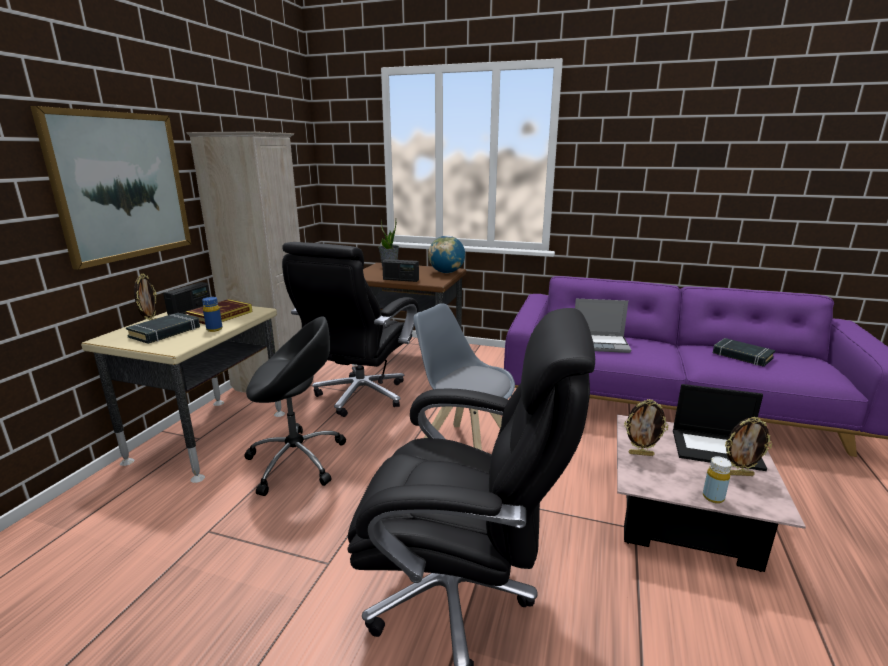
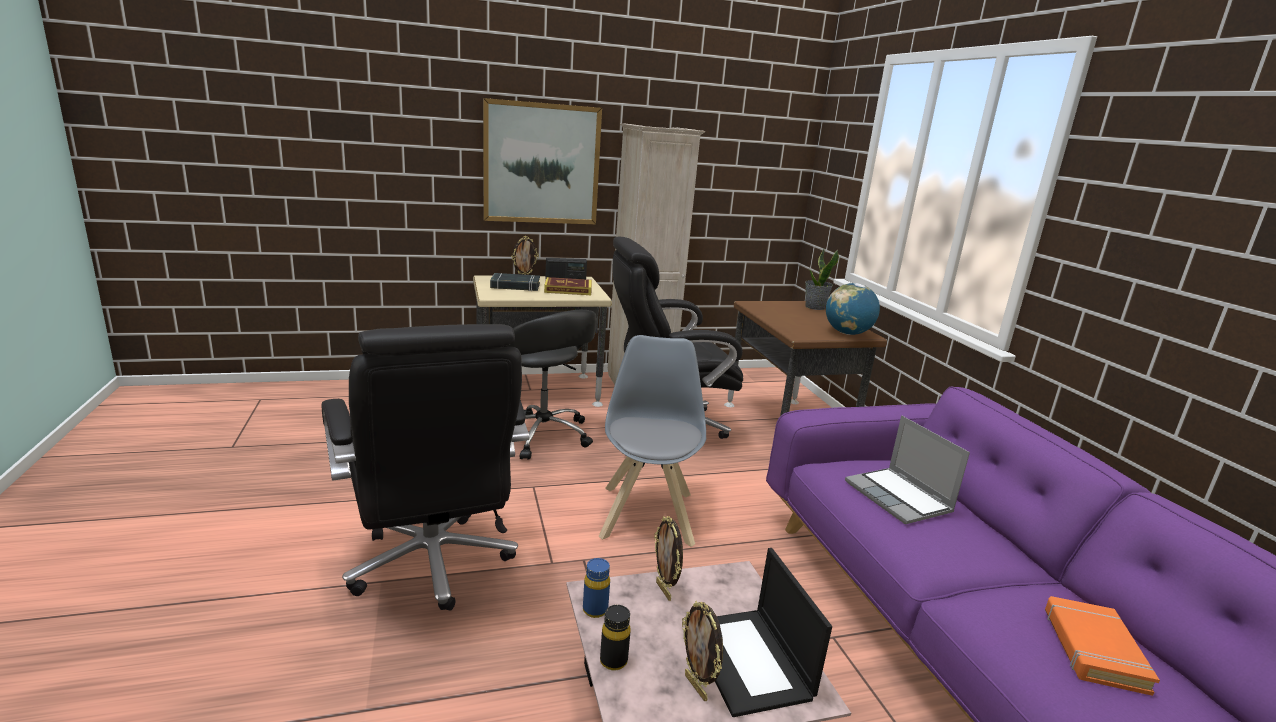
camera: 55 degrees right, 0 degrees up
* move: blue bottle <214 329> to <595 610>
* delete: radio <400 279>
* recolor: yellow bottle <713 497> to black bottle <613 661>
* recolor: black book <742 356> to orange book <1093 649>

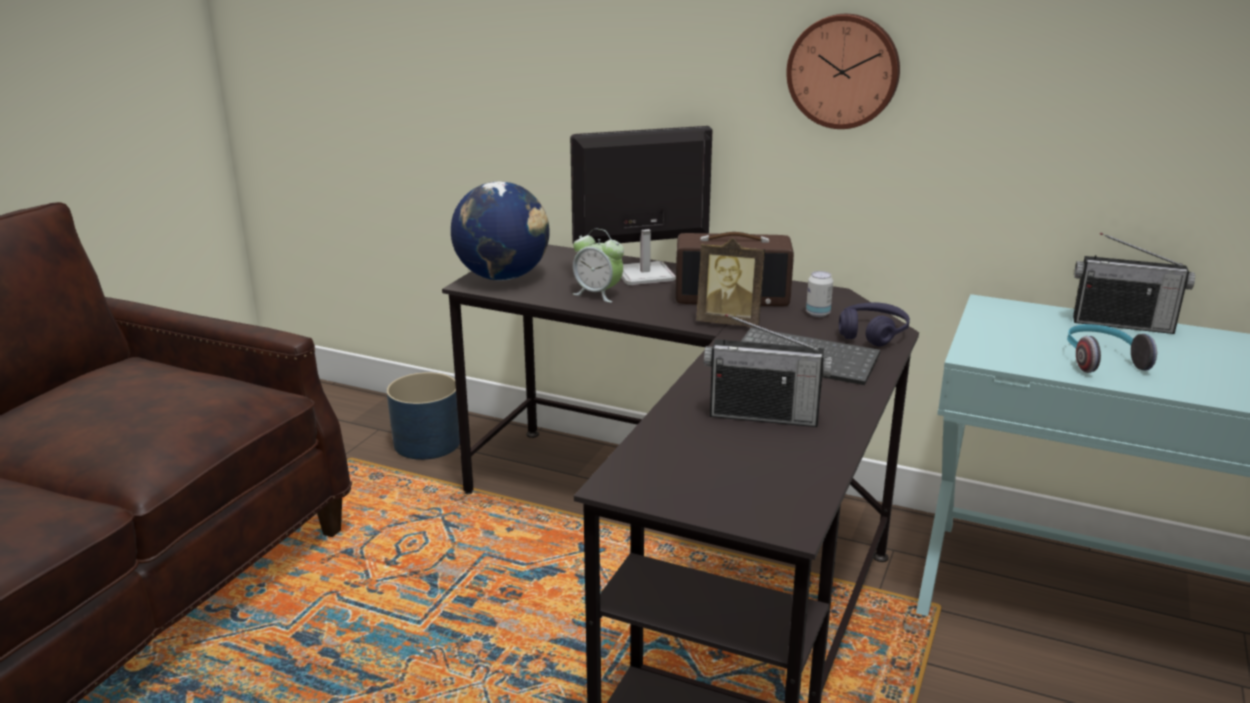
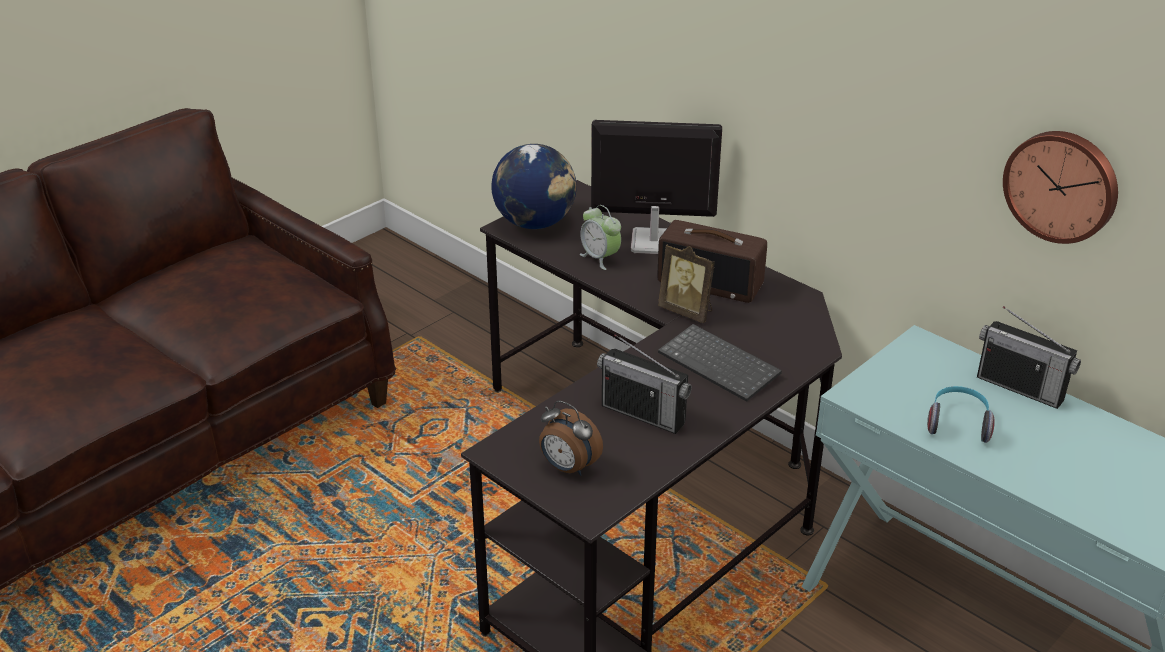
camera: 20 degrees right, 10 degrees up
* delete: blue planter <427 443>
* move: wall clock <843 71> to <1062 185>
* delete: can <818 313>
* delete: purple headphones <872 333>
* insert: alarm clock <568 468>

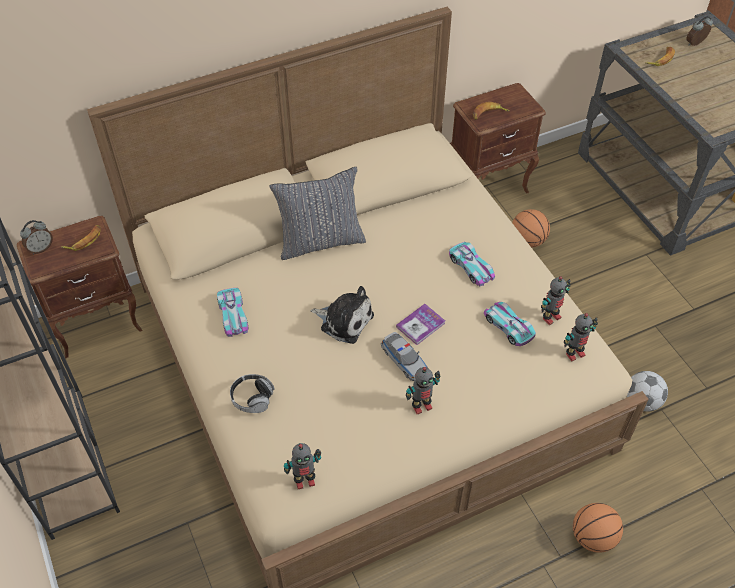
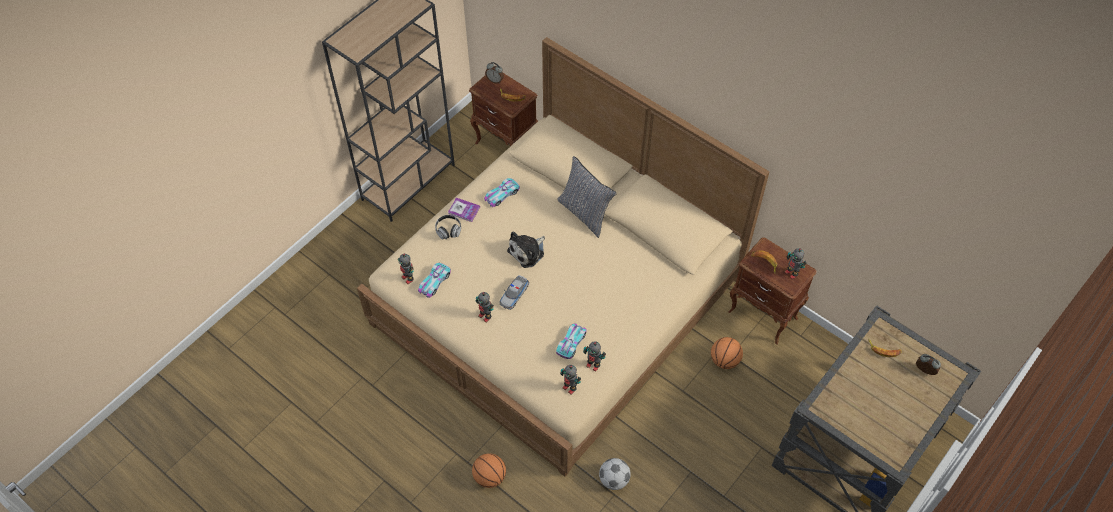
camera: 65 degrees right, 5 degrees up
* rotate: plush toy <344 320> = <528 252> 45 degrees clockwise
* move: book <420 325> to <464 210>
* move: toy car <471 267> to <434 282>
* insert: toy robot <791 273>

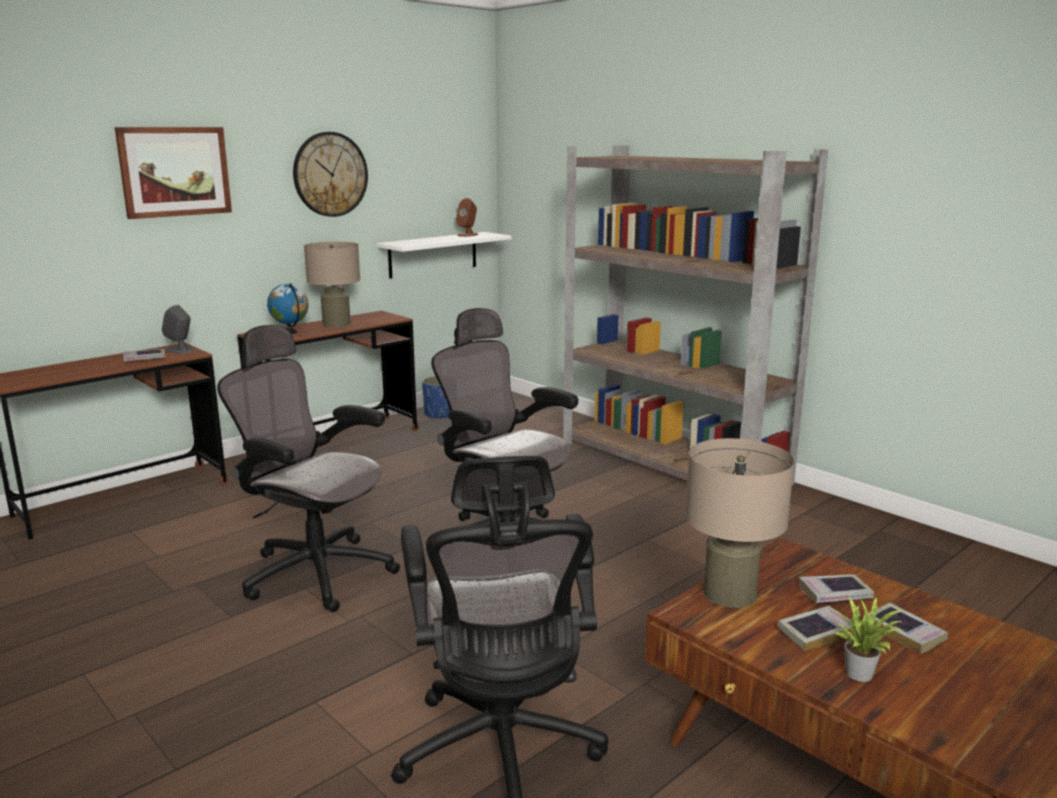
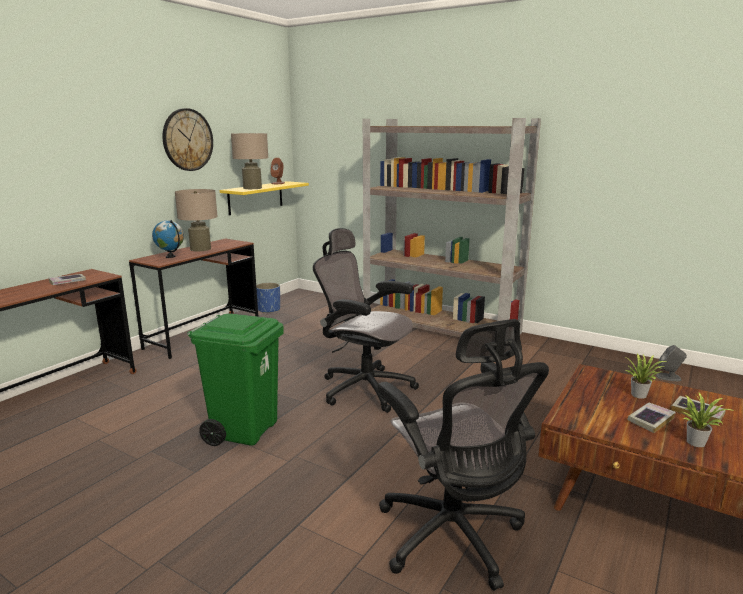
camera: 15 degrees left, 0 degrees up
* delete: picture <175 171>
* move: grey speaker <180 350> to <669 377>
* replace: office chair <317 574> to green trash can <244 430>
* recolor: white shelf <433 254> to yellow shelf <255 197>
* move: beige table lamp <729 594> to <252 188>
* replace: book <835 594> to potted plant <640 394>

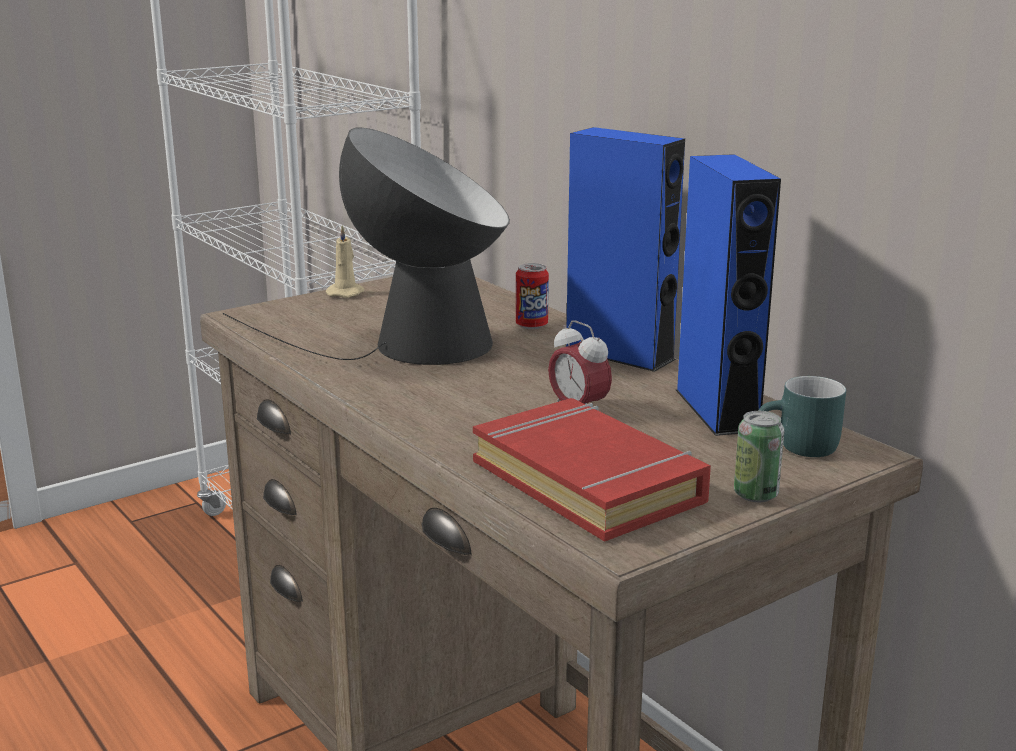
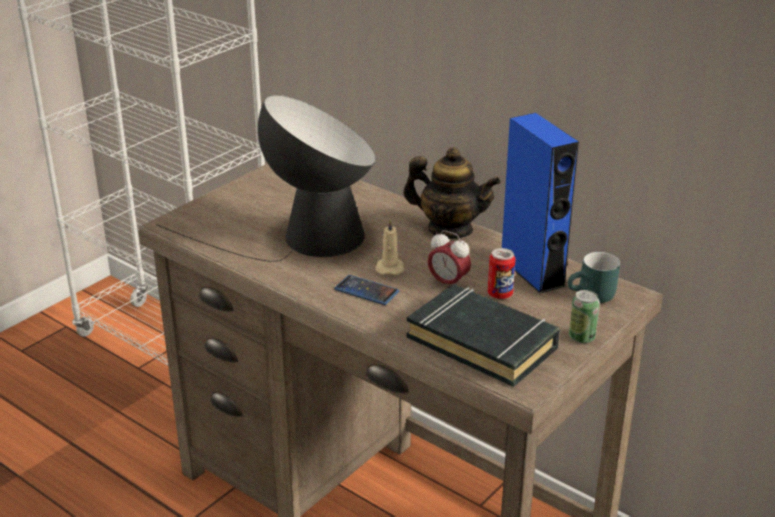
camera: 15 degrees left, 10 degrees up
* move: beige candle <346 293> to <390 267>
* recolor: red book <588 481> to black book <482 342>
* move: can <531 325> to <500 294>
* replace: blue speaker <619 354> to teapot <450 229>
* insert: phone <366 291>

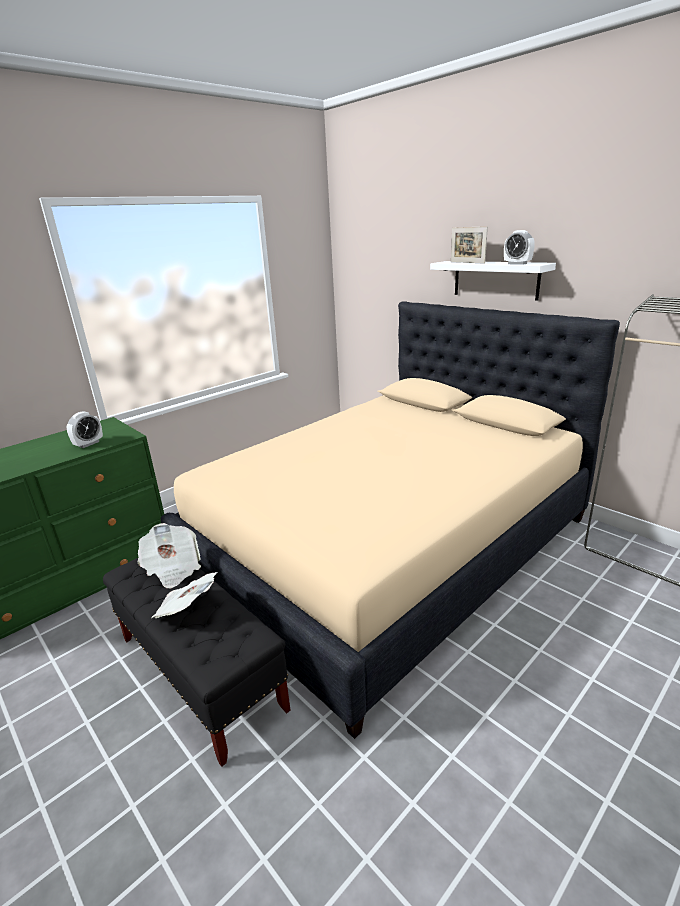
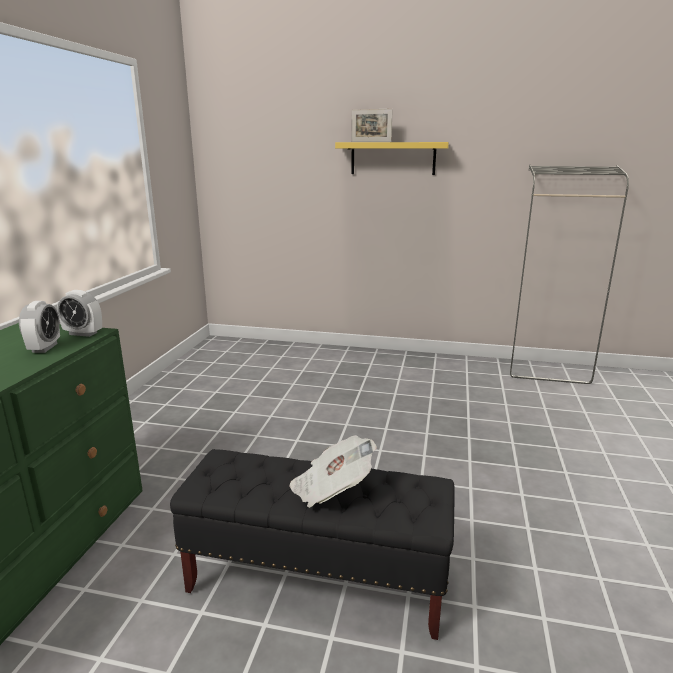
camera: 35 degrees left, 5 degrees down
* delete: newspaper <172 568>
* delete: beige bed <390 546>
* recolor: white shelf <495 279> to yellow shelf <393 158>
* move: alarm clock <517 264> to <83 333>

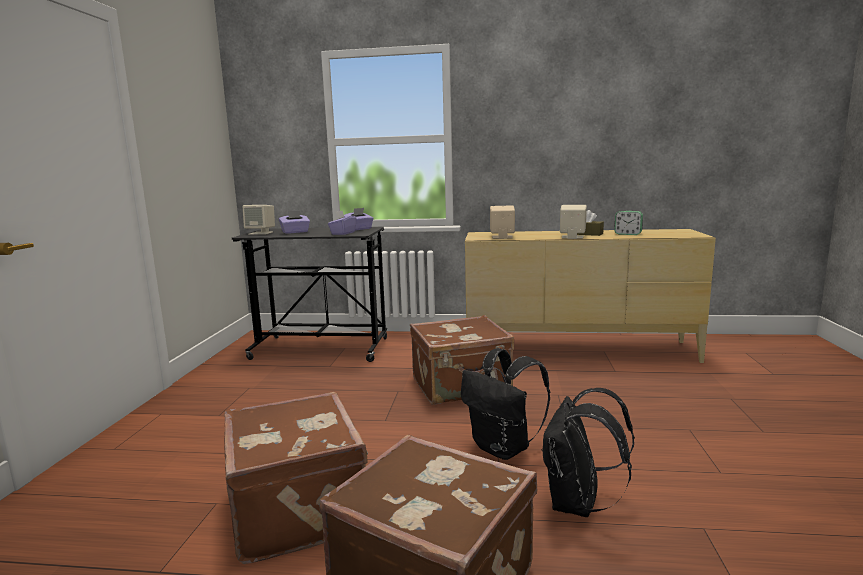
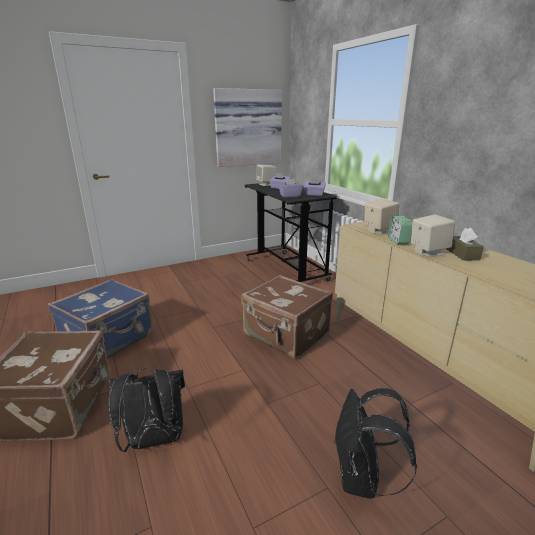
camera: 55 degrees right, 10 degrees up
* recolor: brown suitcase <300 508> to blue suitcase <109 340>
* move: black backpack <503 448> to <361 479>
* move: alarm clock <628 234> to <398 241>
* insert: picture <247 128>

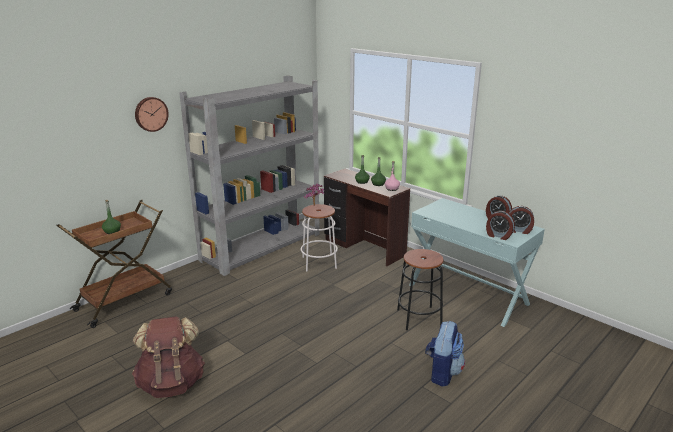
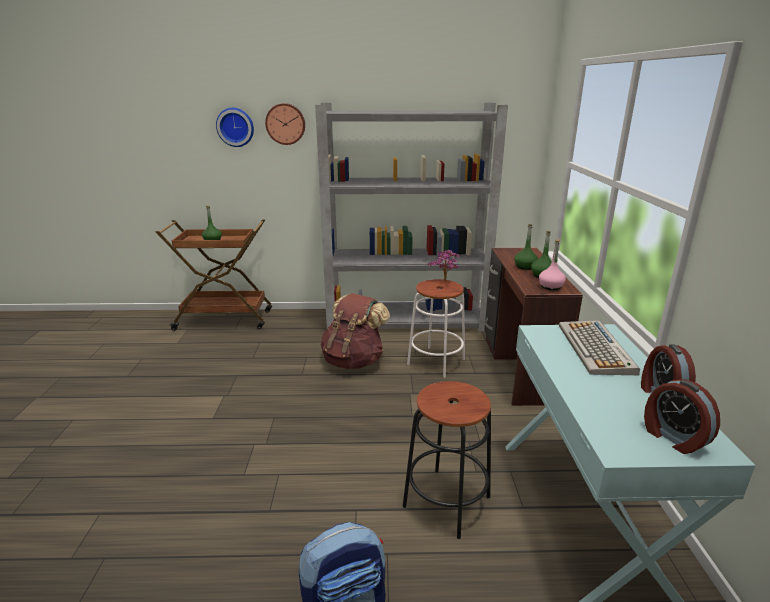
camera: 45 degrees right, 0 degrees up
* move: brown backpack <172 383> to <354 361>
* delete: alarm clock <498 236>
* insert: wall clock <235 127>
* insert: keyboard <596 349>

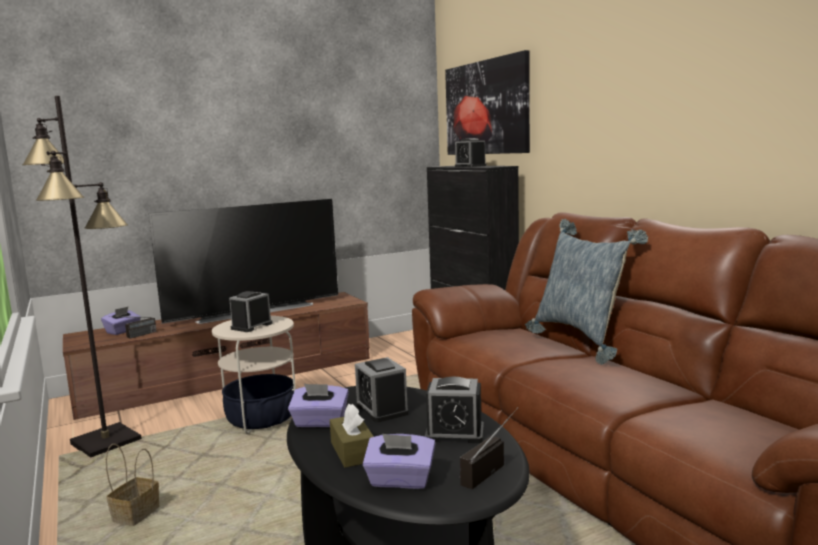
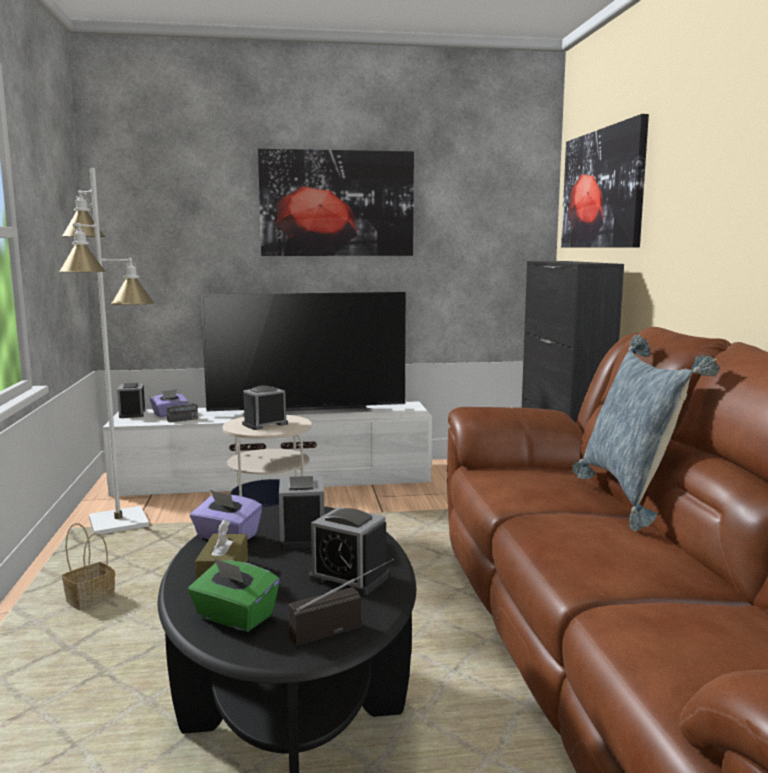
camera: 20 degrees right, 0 degrees up
* recolor: black floor lamp <106 441> to white floor lamp <119 523>
* recolor: brown tv stand <230 376> to white tv stand <275 477>
* recolor: purple tissue box <400 480> to green tissue box <234 617>
* move: alarm clock <470 166> to <132 414>
* insert: picture <337 203>

